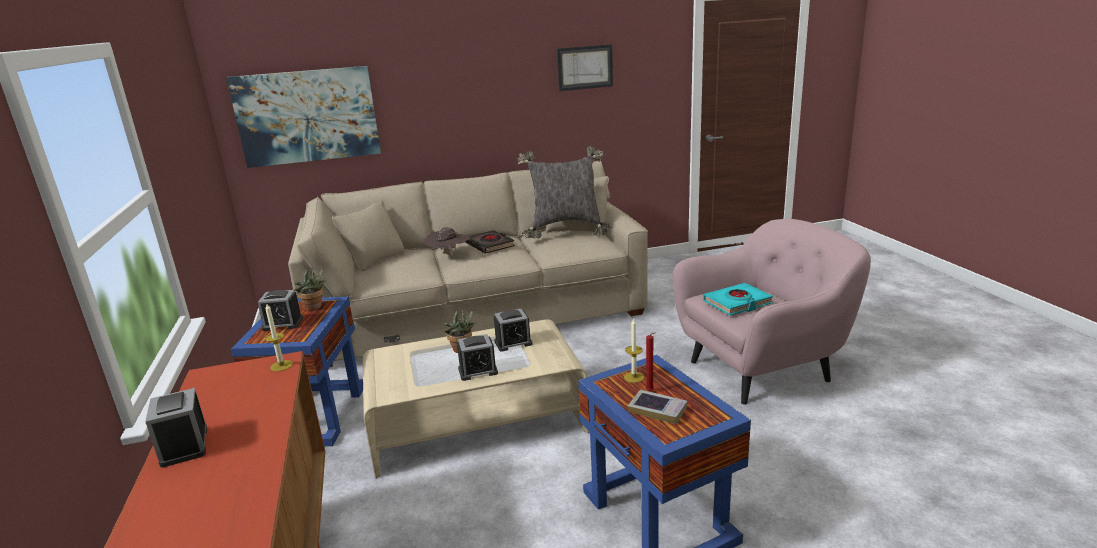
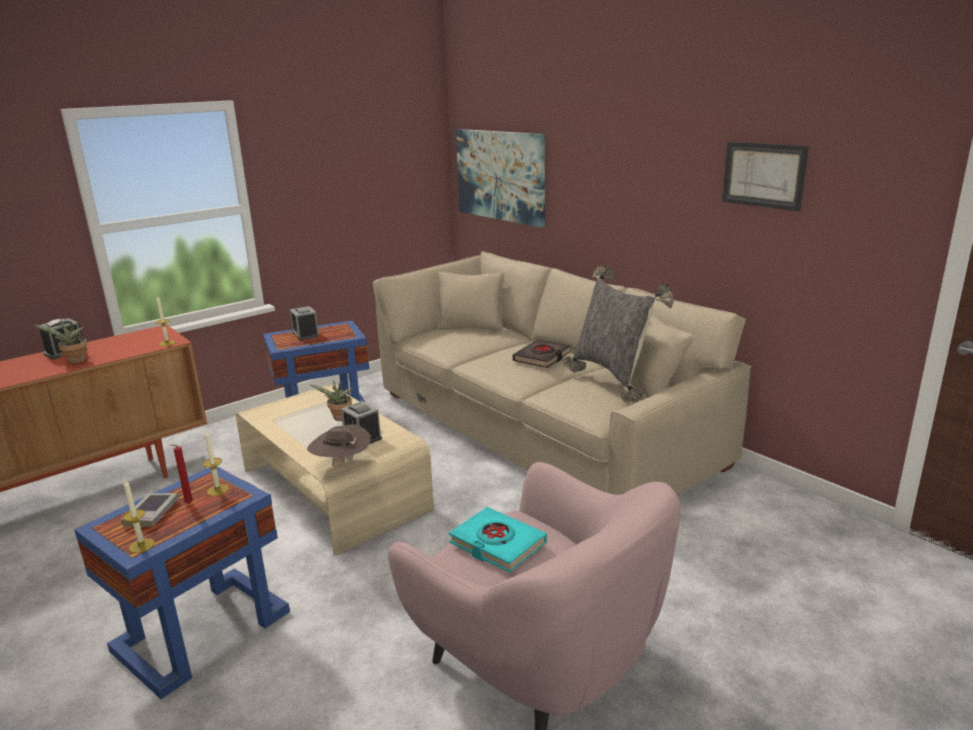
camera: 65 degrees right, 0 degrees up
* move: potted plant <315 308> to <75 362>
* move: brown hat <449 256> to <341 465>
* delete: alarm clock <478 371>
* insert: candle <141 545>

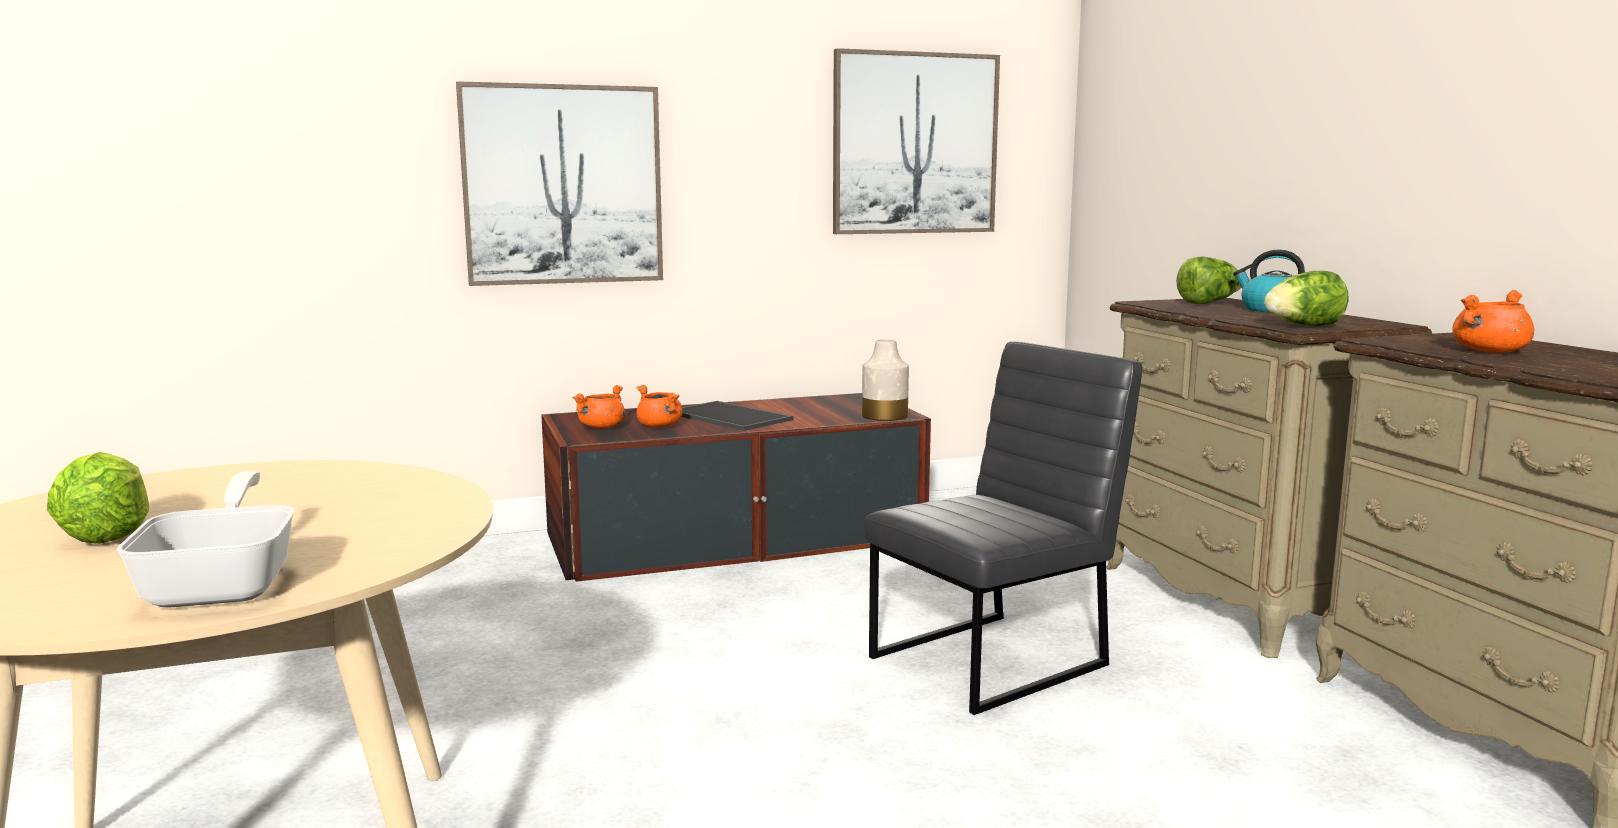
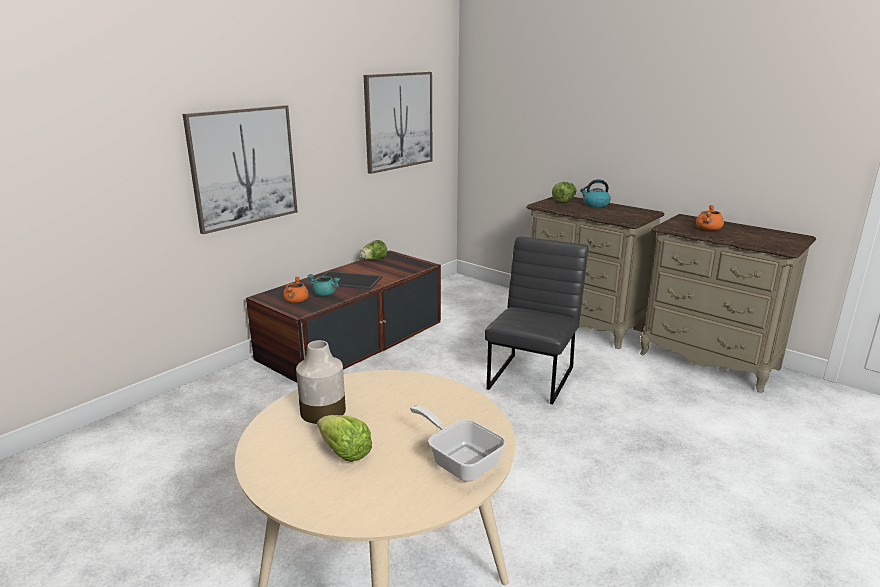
camera: 30 degrees left, 10 degrees up
* recolor: orange cooking pot <660 426> to turquoise cooking pot <325 294>
* move: beige vase <884 415> to <322 410>
* move: lettuce <1303 326> to <374 260>

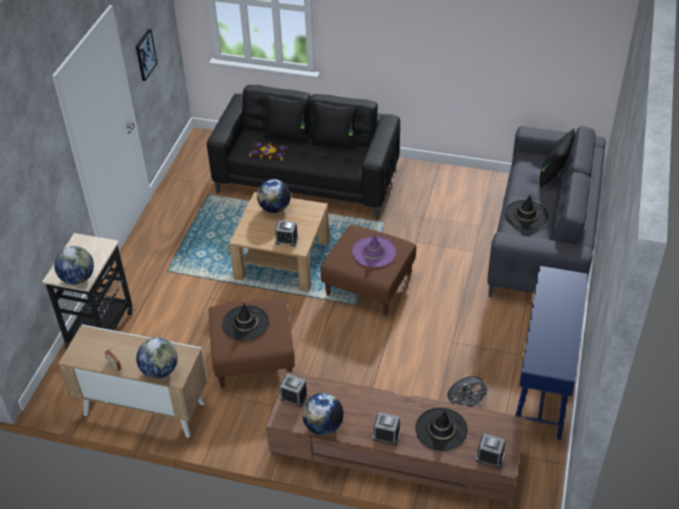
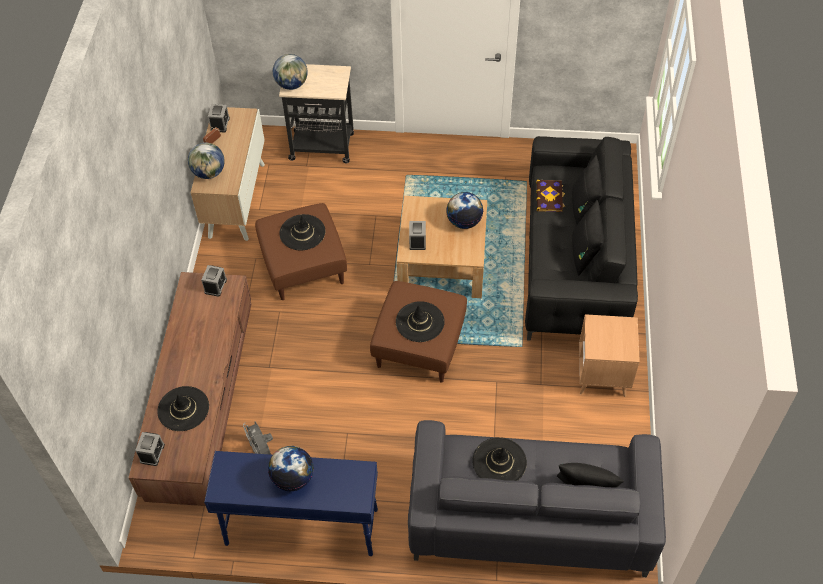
camera: 80 degrees right, 10 degrees up
* delete: picture <145 54>
* move: globe <323 426> to <293 478>
* recolor: purple hat <374 252> to black hat <420 322>
* move: alarm clock <386 435> to <220 124>
* insert: brown side table <602 375>

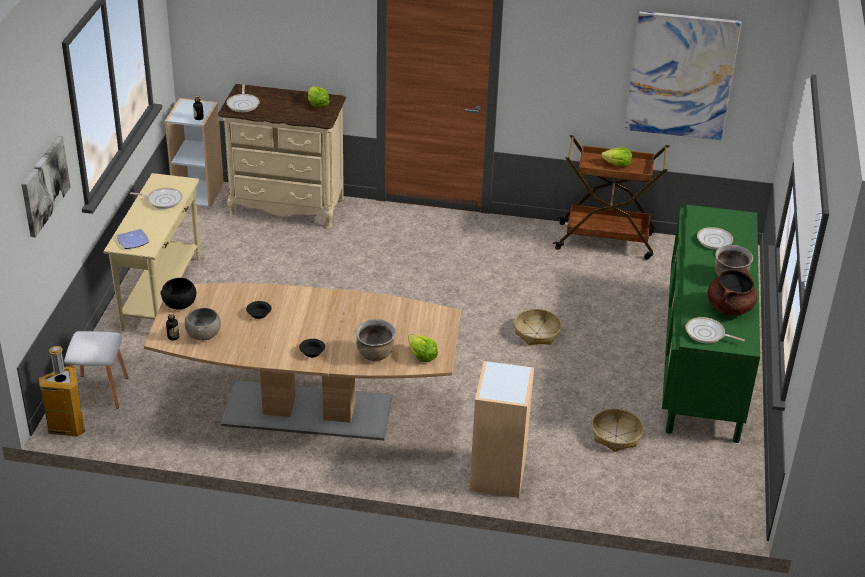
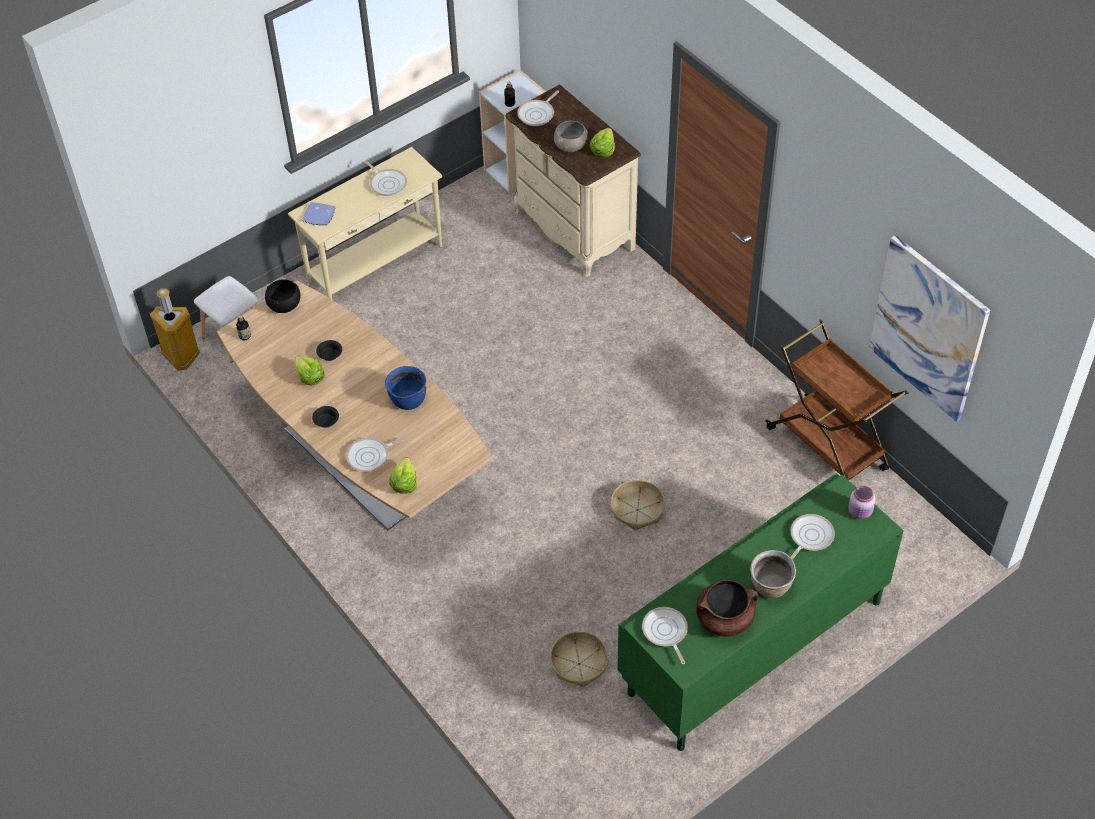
camera: 45 degrees right, 15 degrees up
* delete: picture <44 185>
* move: grey bowl <204 334> to <571 145>
* replace: brown cooking pot <375 354> to frying pan <370 456>
* delete: bookcase <497 474>
* move: lettuce <617 164> to <309 377>
* insert: blue cooking pot <408 400>
* insert: pink jar <860 512>

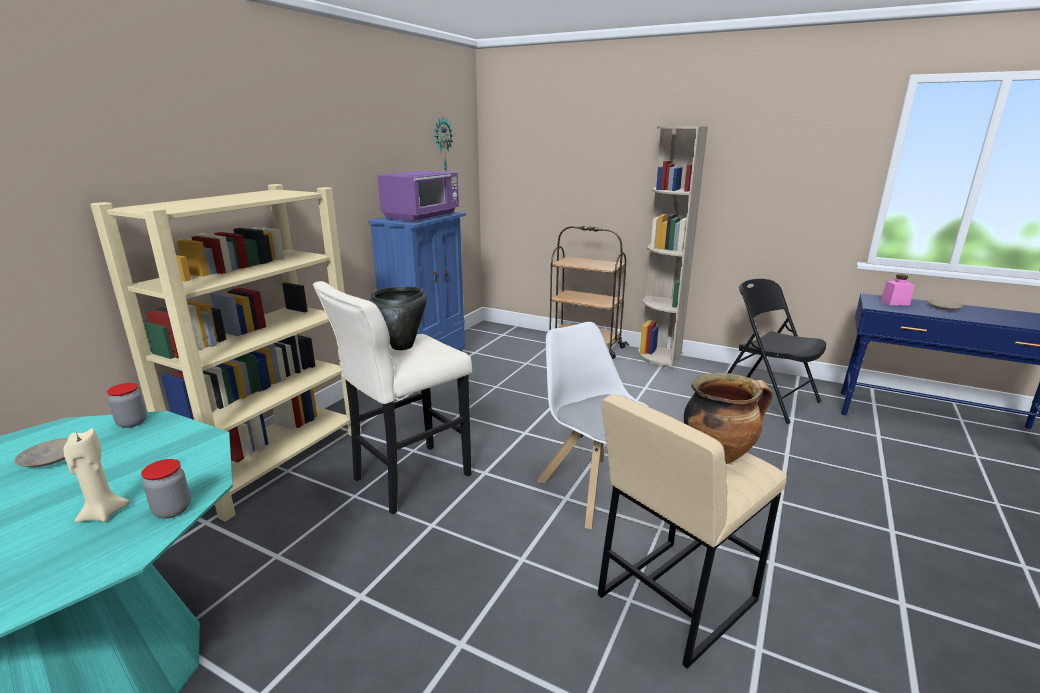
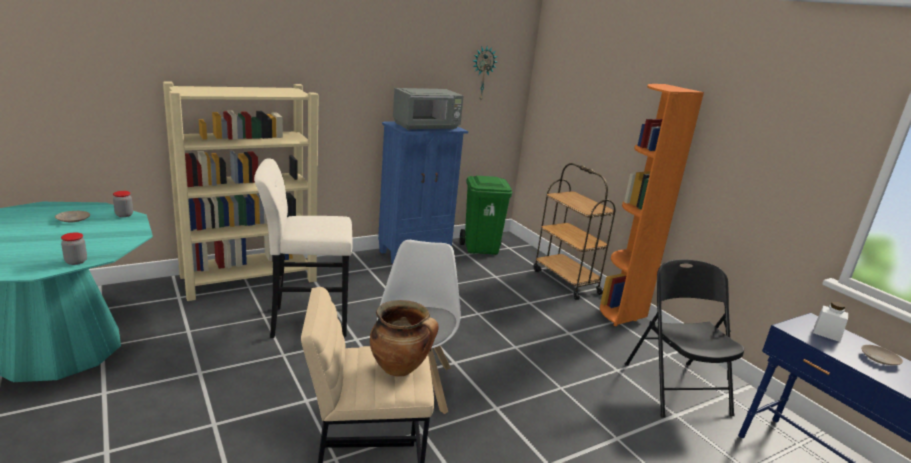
camera: 30 degrees right, 0 degrees up
* delete: beige candle <103 514>
* delete: black cooking pot <402 346>
* recolor: purple microwave <422 216> to grey microwave <427 127>
* recolor: beige bookcase <657 360> to orange bookcase <617 316>
* recolor: pink jar <895 303> to white jar <827 333>
* insert: green trash can <481 249>

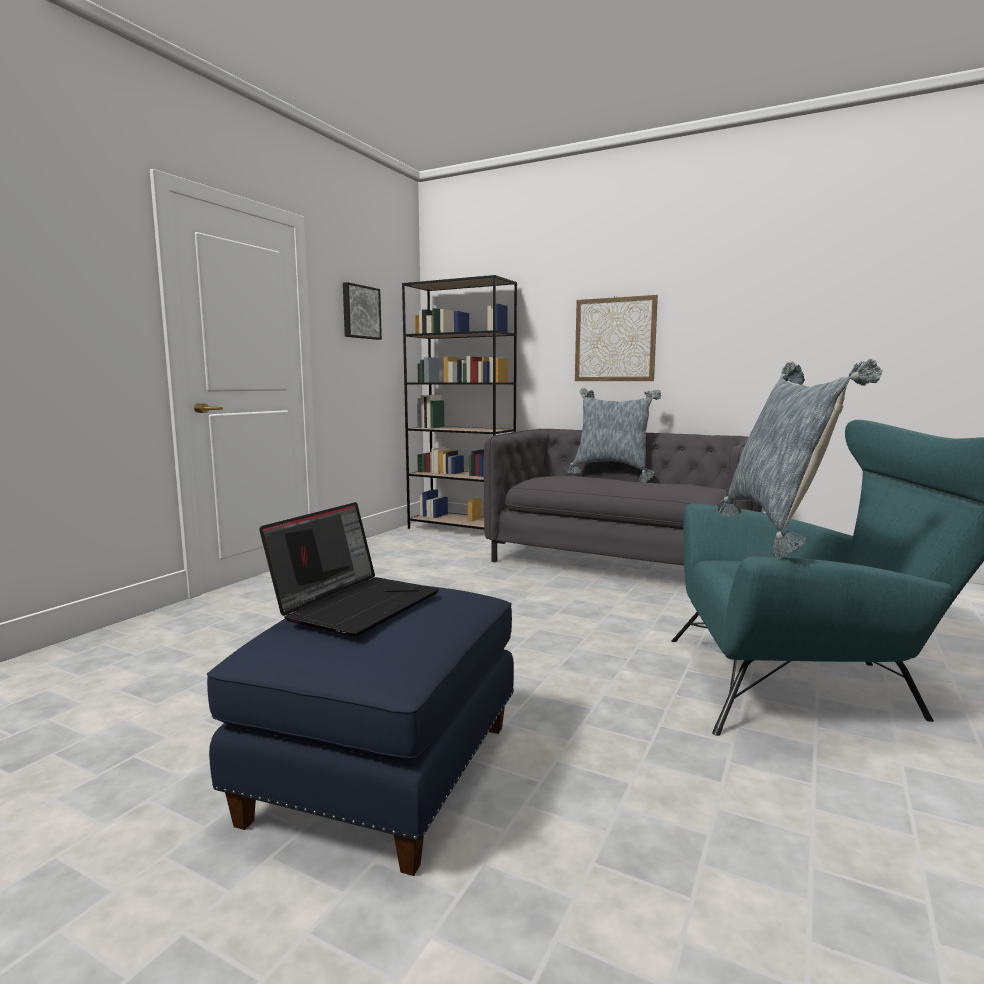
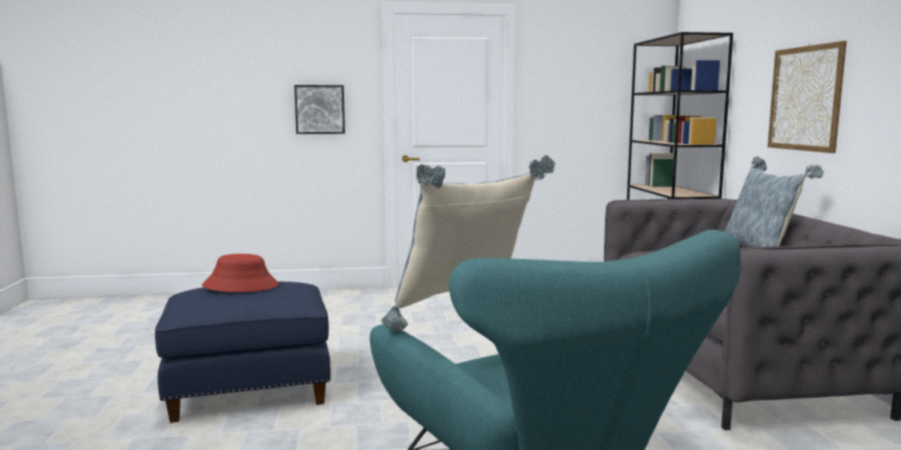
camera: 55 degrees right, 0 degrees up
* replace: laptop <357 604> to red hat <241 286>
* move: picture <360 312> to <320 109>

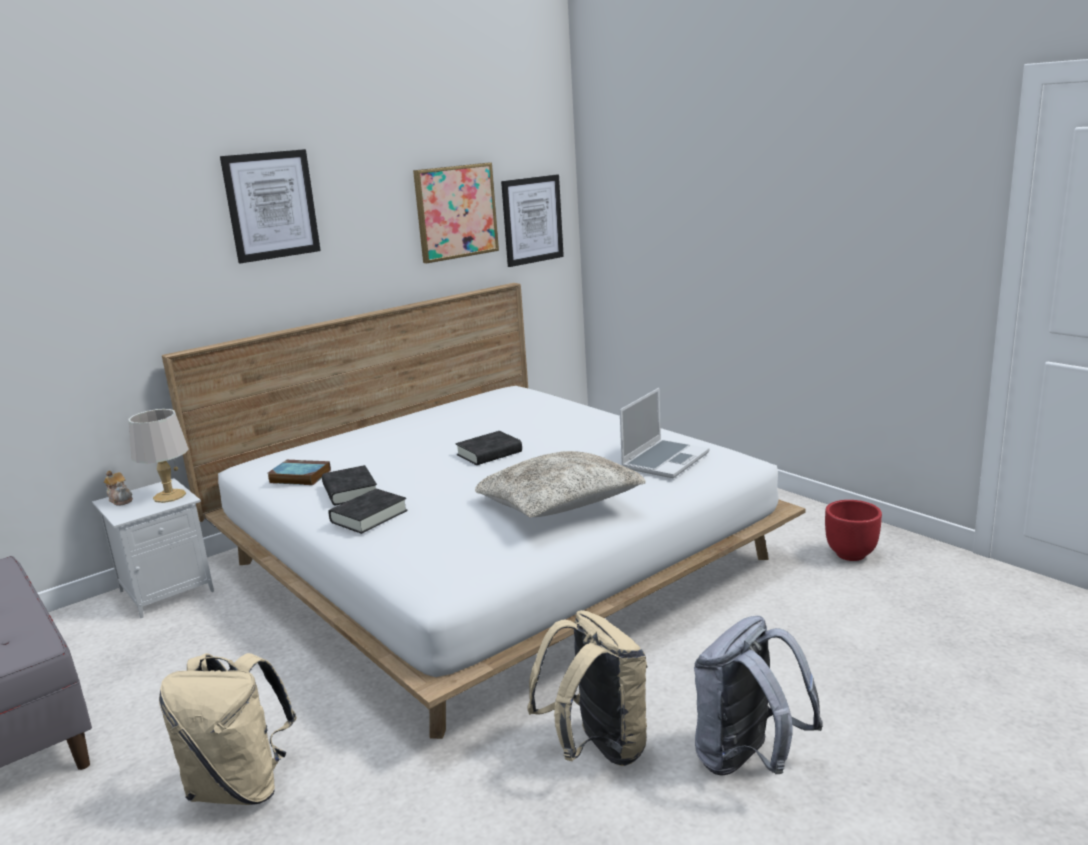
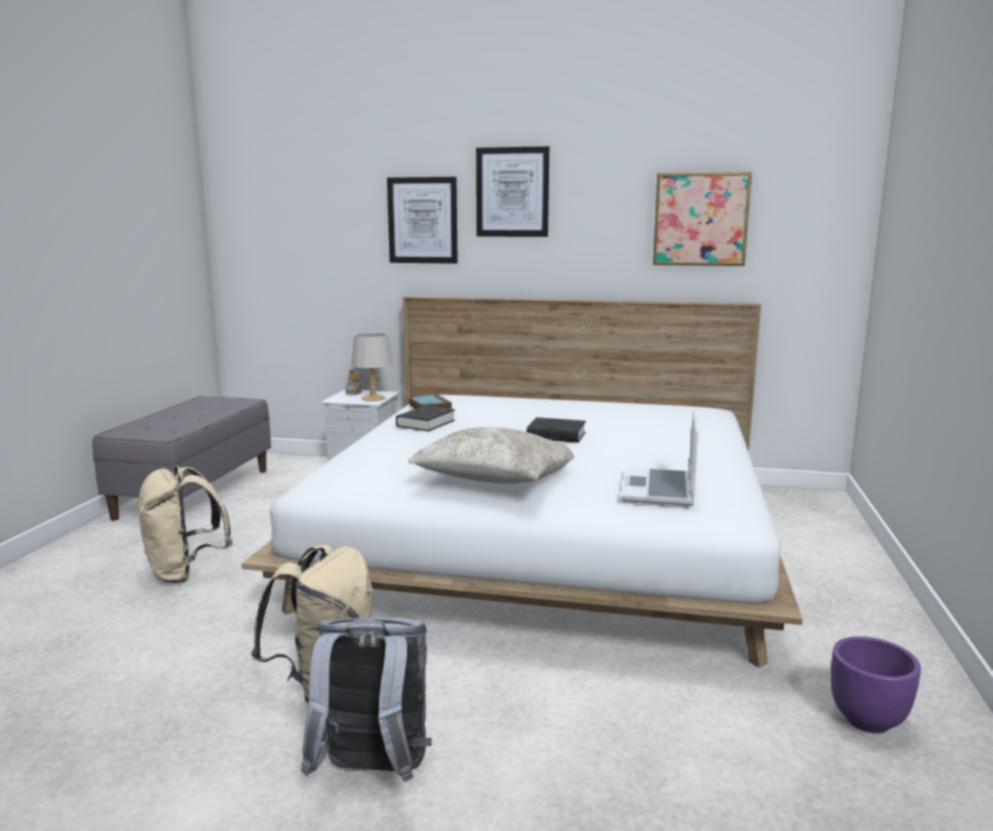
camera: 50 degrees right, 5 degrees down
* delete: black book <369 516>
* move: picture <532 220> to <422 220>
* rotate: laptop <664 460> = <659 490> 105 degrees clockwise
* recolor: red planter <851 554> to purple planter <868 720>

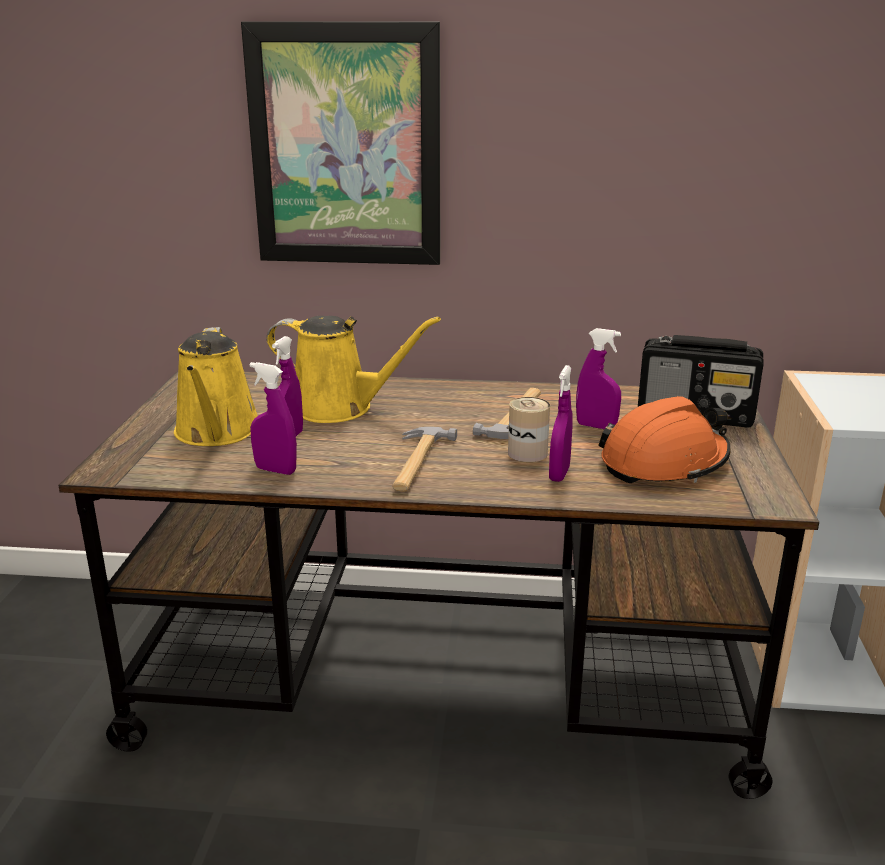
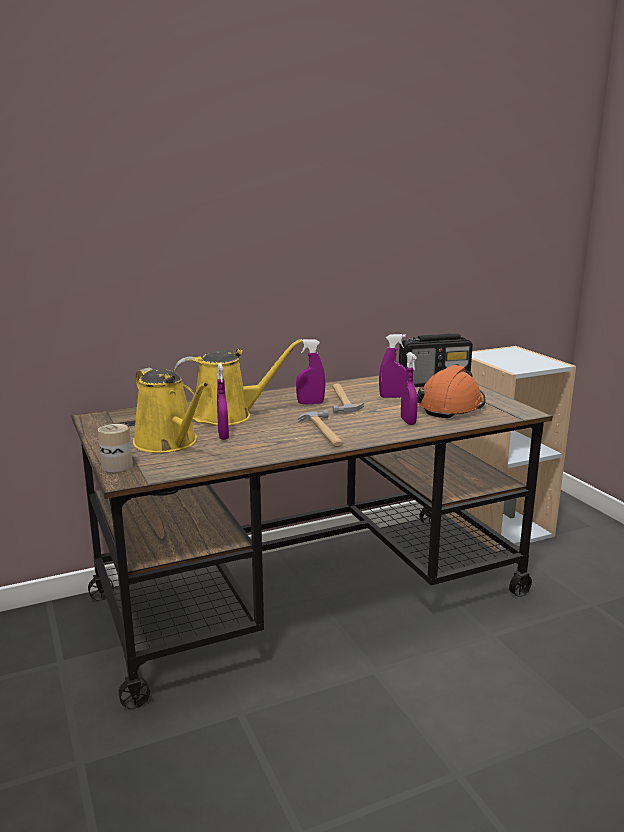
camera: 30 degrees left, 5 degrees down
* delete: picture <345 147>
* move: purple spray bottle <275 470> to <310 403>
* move: can <527 453> to <117 466>

